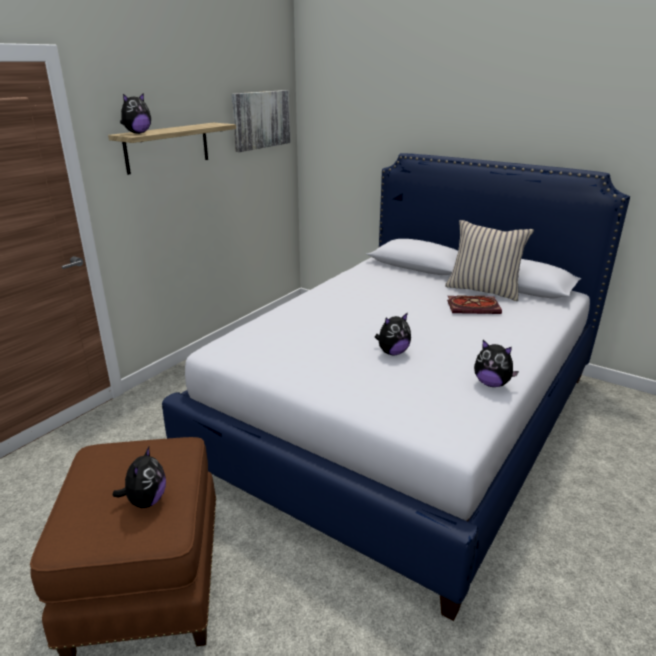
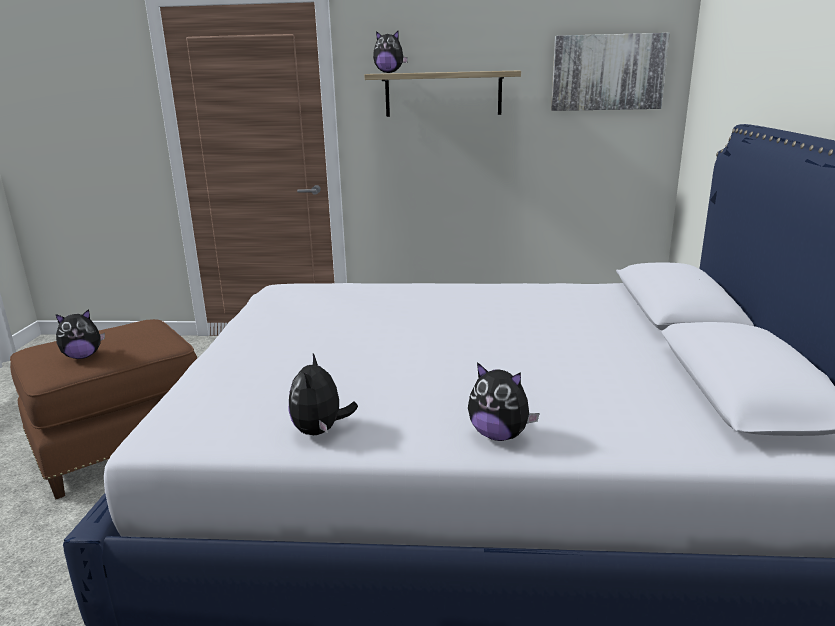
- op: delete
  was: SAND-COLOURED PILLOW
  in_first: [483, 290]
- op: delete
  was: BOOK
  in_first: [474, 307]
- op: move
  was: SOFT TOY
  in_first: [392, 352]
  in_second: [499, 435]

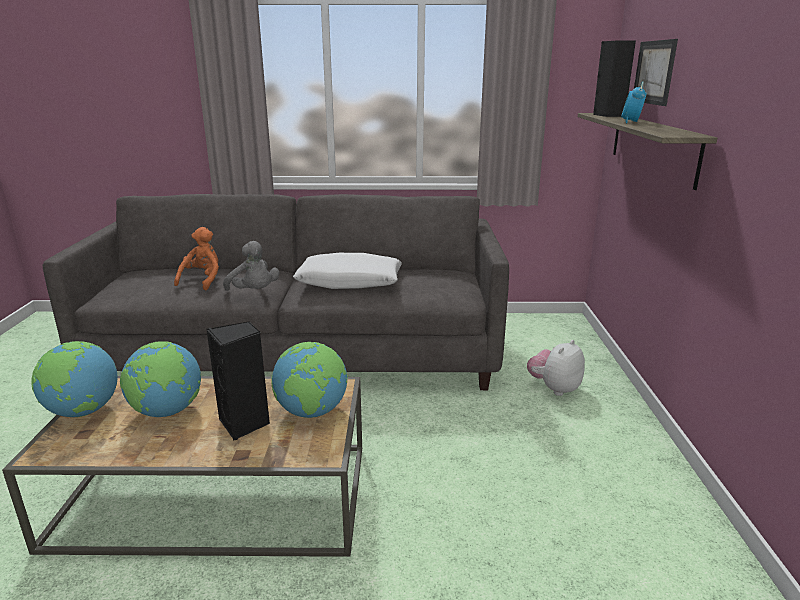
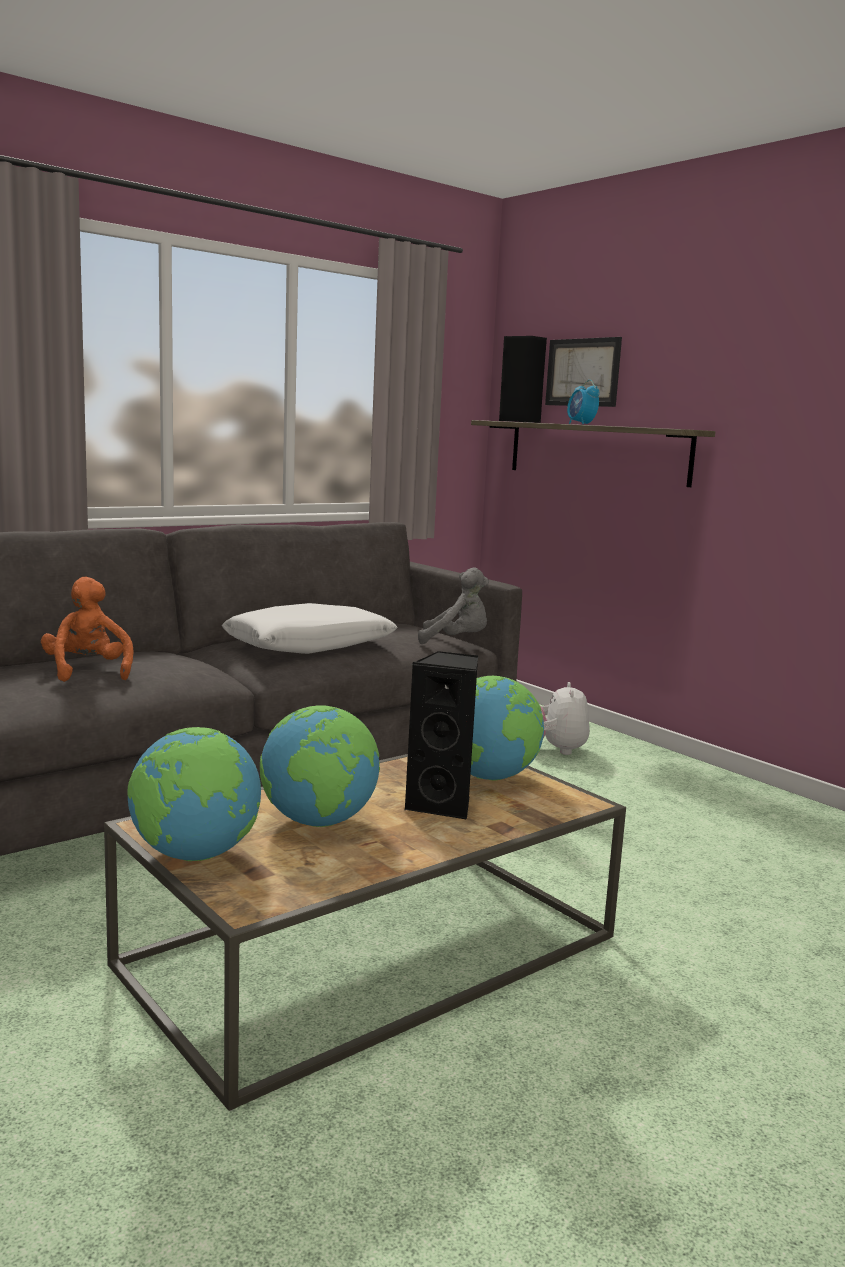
- op: move
  was: GREY SOFT TOY
  in_first: [254, 292]
  in_second: [456, 641]

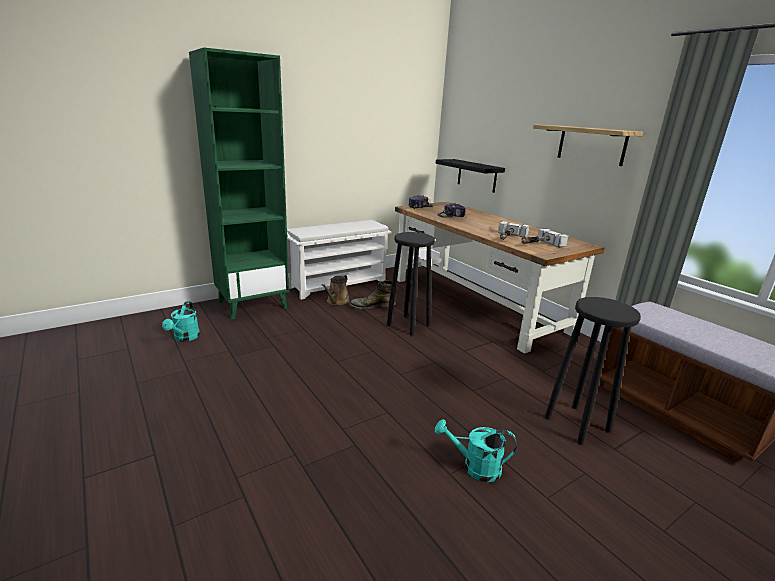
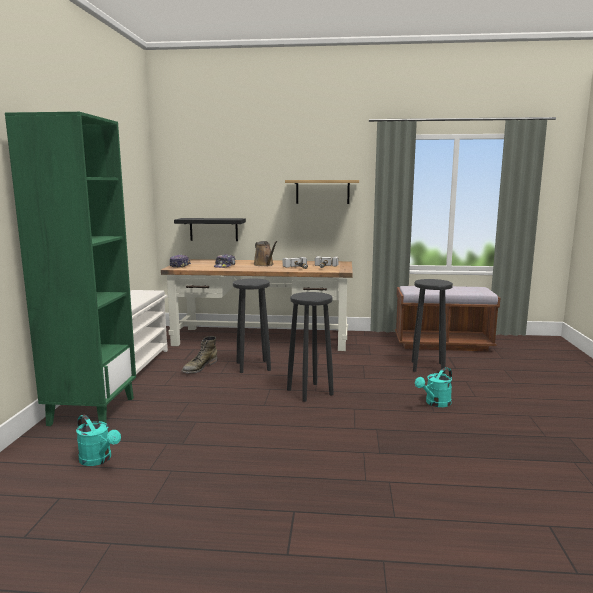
- op: insert
  now: BLACK STOOL SEAT
  in_second: [310, 392]
- op: move
  was: BROWN-COLOURED SPRINKLING CAN
  in_first: [337, 301]
  in_second: [264, 265]

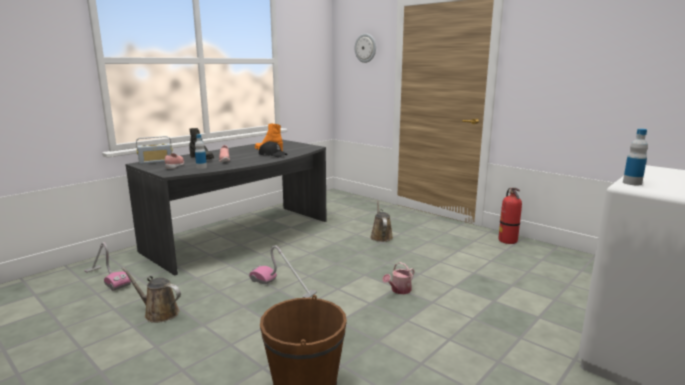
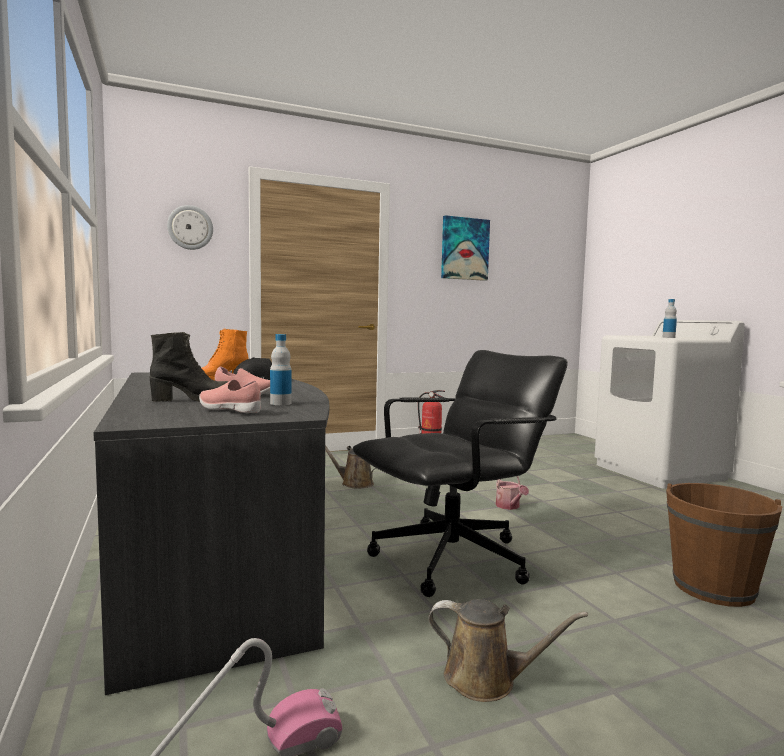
- op: delete
  was: RADIO
  in_first: [156, 162]
- op: insert
  now: WALL PICTURE
  in_second: [464, 249]
- op: replace
  was: HOOVER
  now: BLACK OFFICE CHAIR
  in_first: [282, 286]
  in_second: [453, 560]
- op: rotate
  was: BROWN-COLOURED SPRINKLING CAN
  in_first: [159, 313]
  in_second: [487, 679]
  clockwise: -120

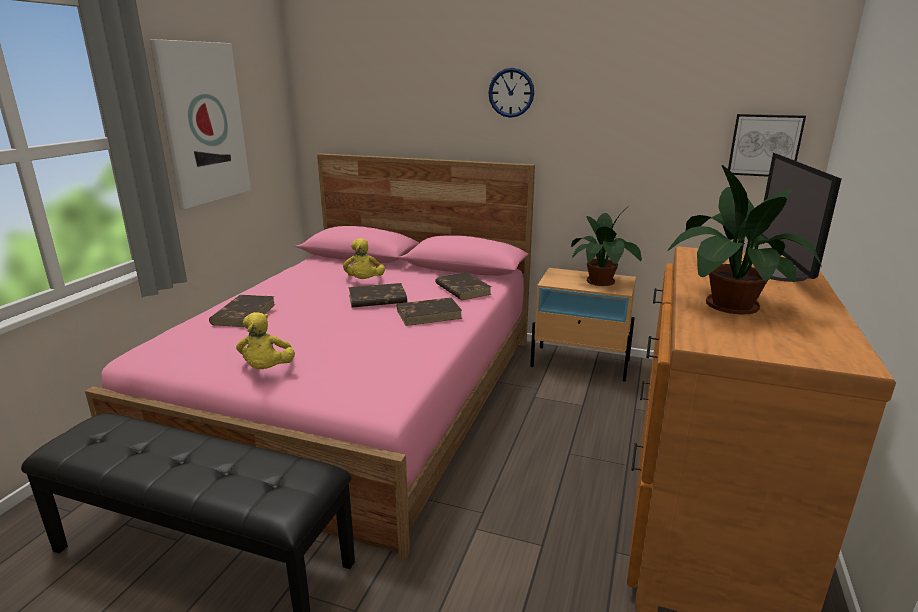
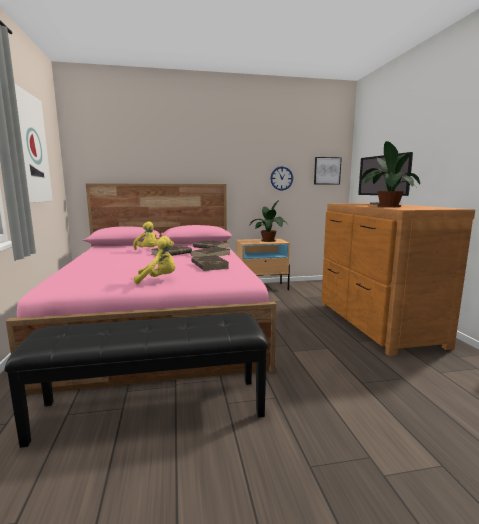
- op: move
  was: BROWN-COLOURED BOOK
  in_first: [244, 314]
  in_second: [209, 265]
- op: move
  was: CLOCK ON THE WALL
  in_first: [511, 92]
  in_second: [281, 178]
- op: rotate
  was: YELLOW SOFT TOY
  in_first: [267, 370]
  in_second: [158, 279]
  clockwise: -60

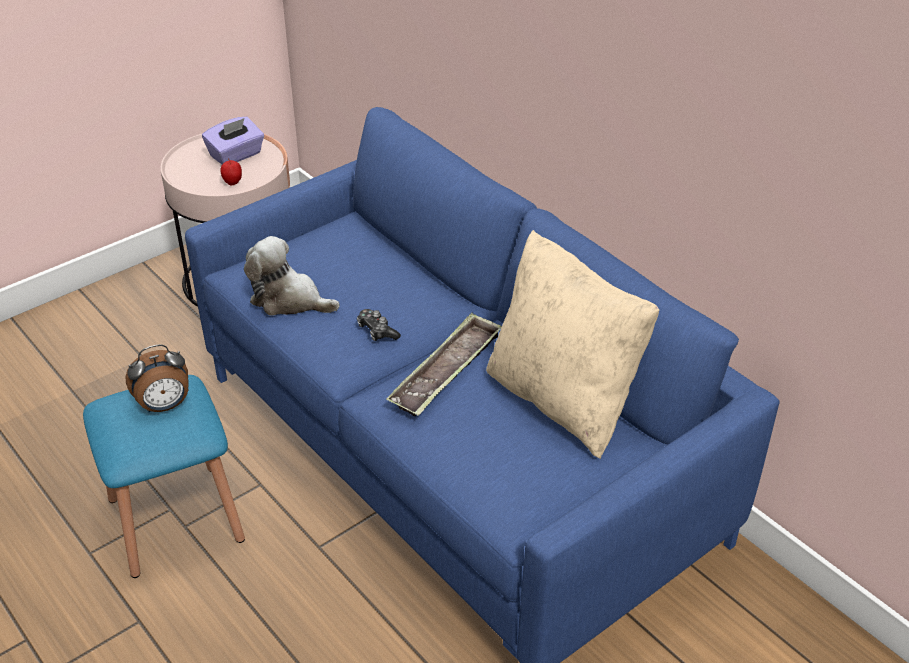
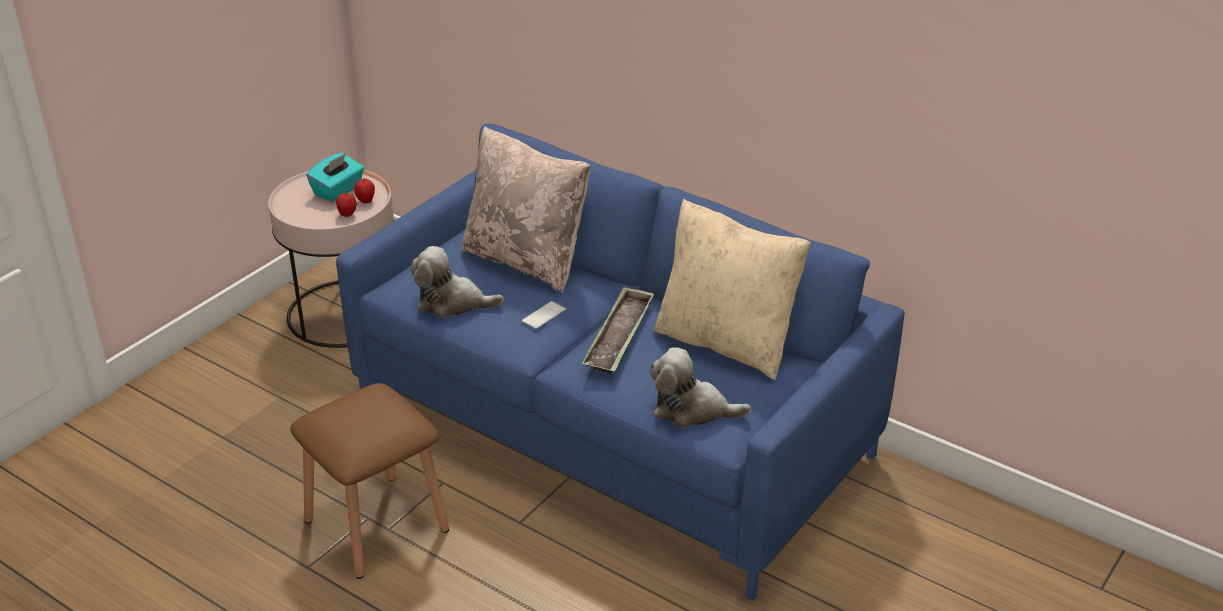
- op: delete
  was: BEDSIDE CLOCK
  in_first: [164, 406]
- op: insert
  now: WHOLE APPLE
  in_second: [365, 201]
- op: insert
  now: SAND-COLOURED PILLOW
  in_second: [526, 260]
- op: insert
  now: SOFT TOY
  in_second: [692, 410]
- op: replace
  was: GAMEPAD
  now: HANDSET
  in_first: [377, 331]
  in_second: [544, 315]
- op: recolor
  was: BLUE-COLOURED STOOL SEAT
  now: BROWN-COLOURED STOOL SEAT
  in_first: [175, 519]
  in_second: [376, 525]
- op: recolor
  was: PURPLISH TISSUE HOLDER
  now: TURQUOISE-COLOURED TISSUE HOLDER
  in_first: [236, 155]
  in_second: [338, 190]

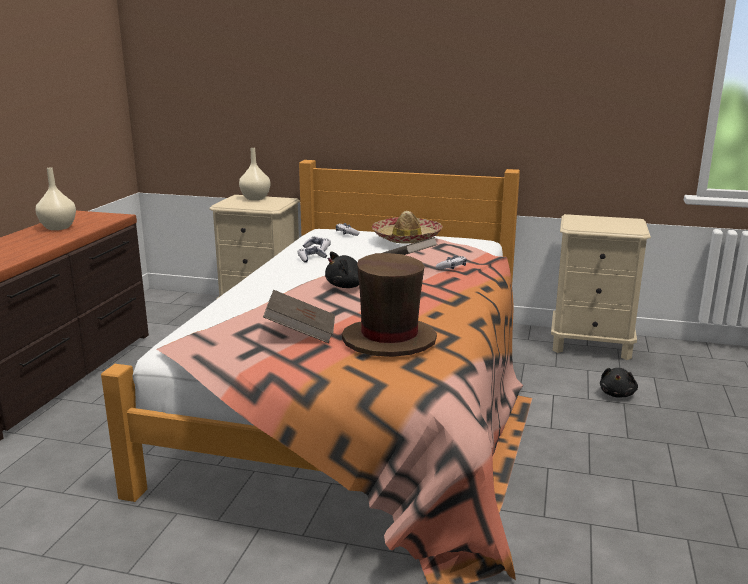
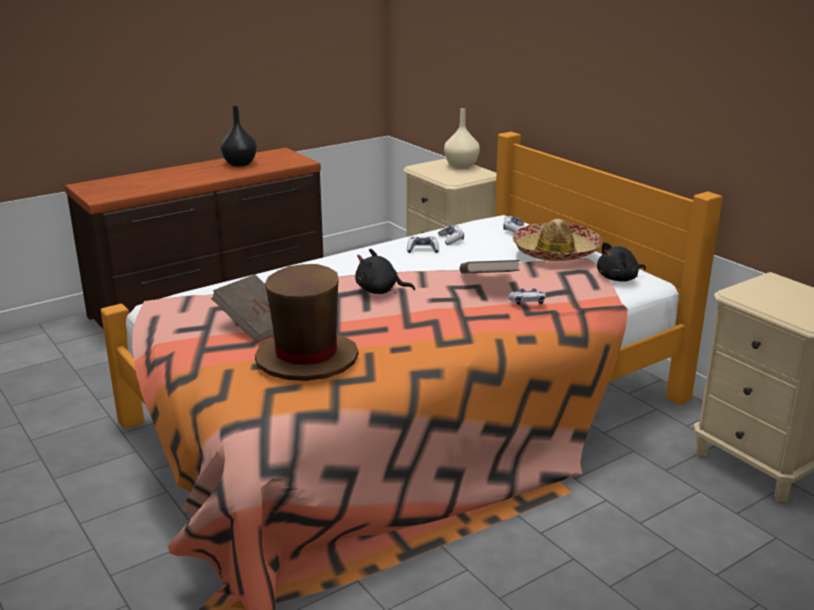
- op: move
  was: BLACK SOFT TOY
  in_first: [617, 394]
  in_second: [619, 278]
- op: recolor
  was: SAND-COLOURED FLOWER VASE
  now: BLACK FLOWER VASE
  in_first: [57, 228]
  in_second: [239, 164]

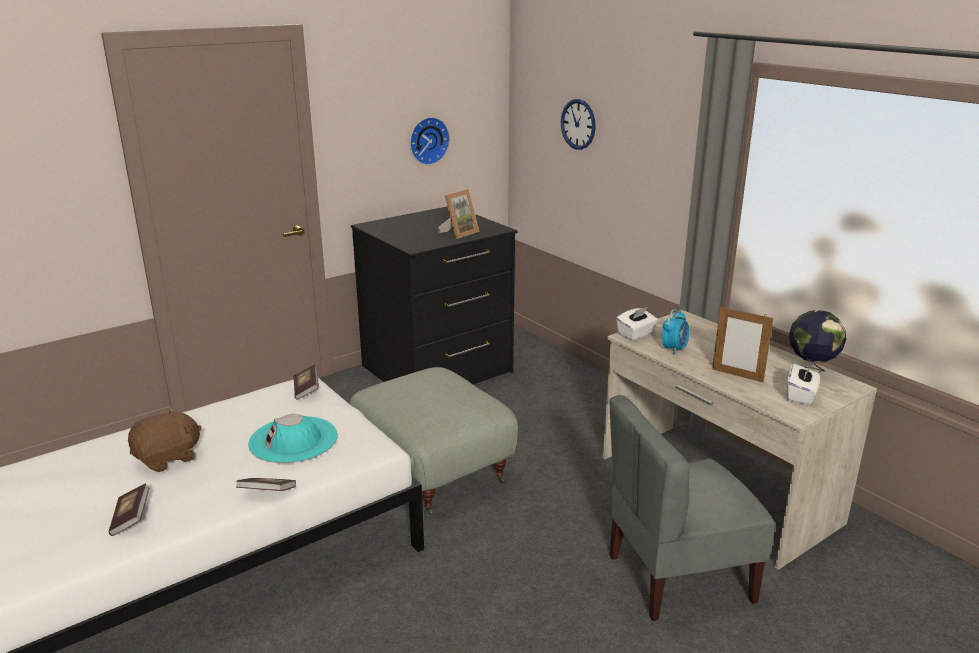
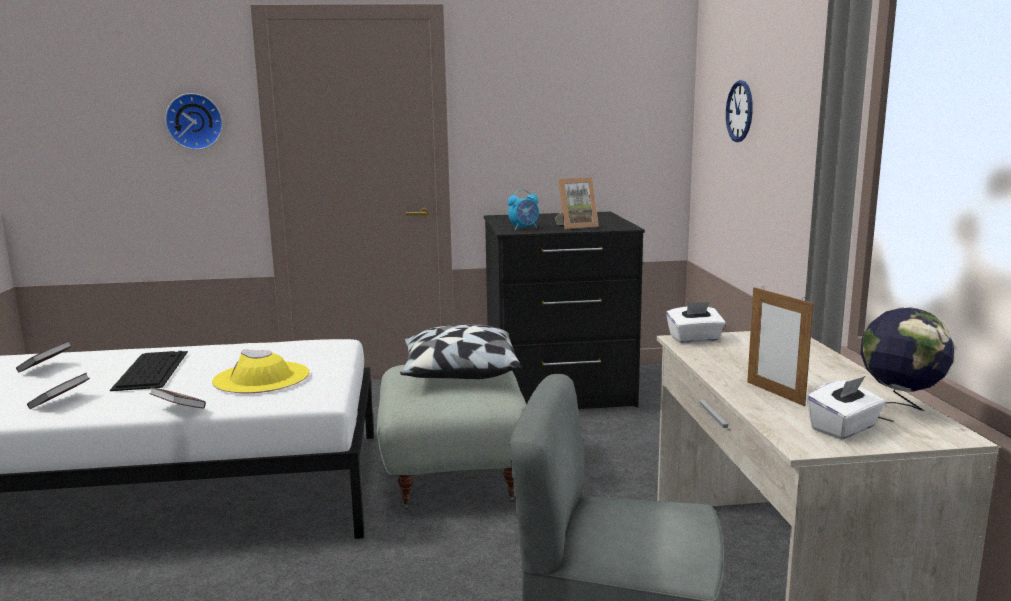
- op: insert
  now: PILLOW
  in_second: [459, 373]
- op: move
  was: BOOK
  in_first: [306, 389]
  in_second: [46, 366]
- op: move
  was: CLOCK ON THE WALL
  in_first: [427, 140]
  in_second: [195, 121]
- op: move
  was: BEDSIDE CLOCK
  in_first: [674, 349]
  in_second: [524, 228]
- op: replace
  was: BROWN-COLOURED SOFT TOY
  now: KEYBOARD
  in_first: [168, 458]
  in_second: [151, 370]
- op: recolor
  was: TURQUOISE-COLOURED WEARABLE HAT
  now: YELLOW WEARABLE HAT
  in_first: [293, 440]
  in_second: [261, 378]

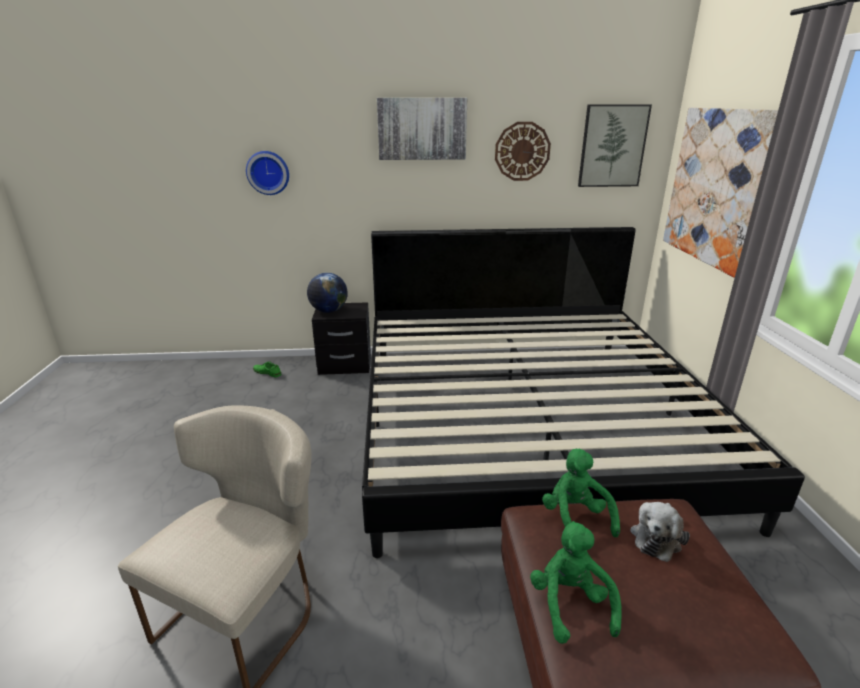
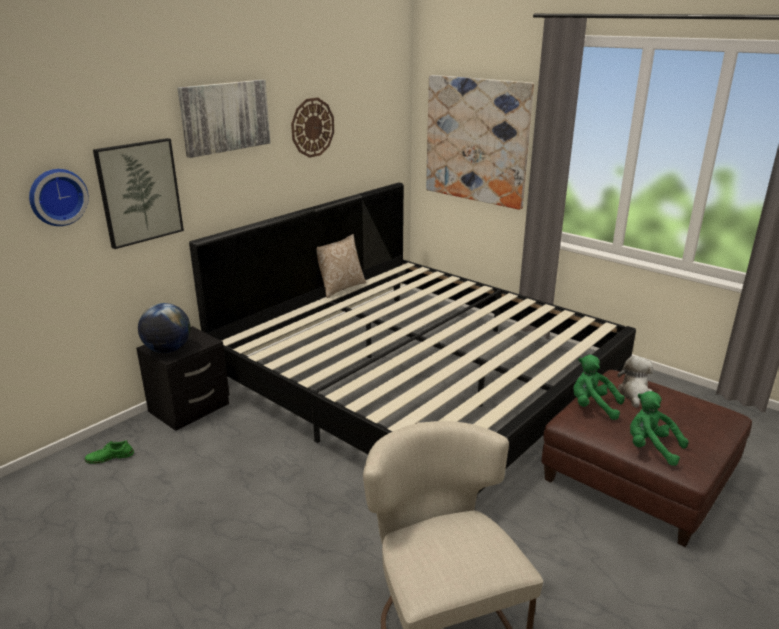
- op: insert
  now: PILLOW
  in_second: [340, 288]
- op: move
  was: WALL PICTURE
  in_first: [612, 146]
  in_second: [139, 192]
- op: rotate
  was: SOFT TOY
  in_first: [656, 537]
  in_second: [634, 393]
  clockwise: -150

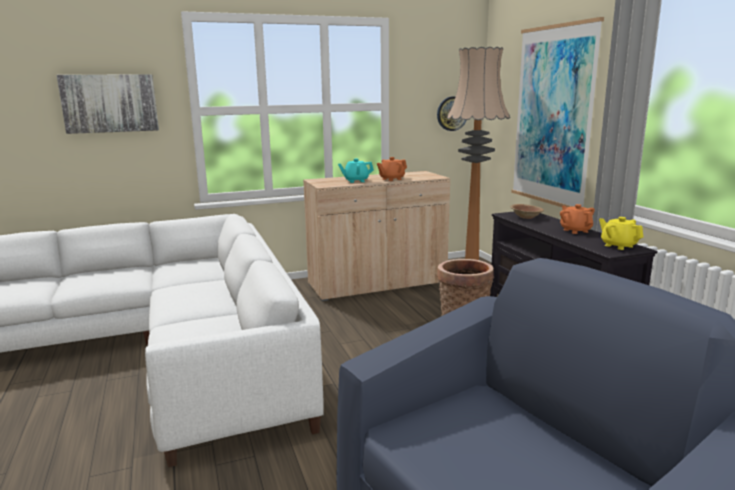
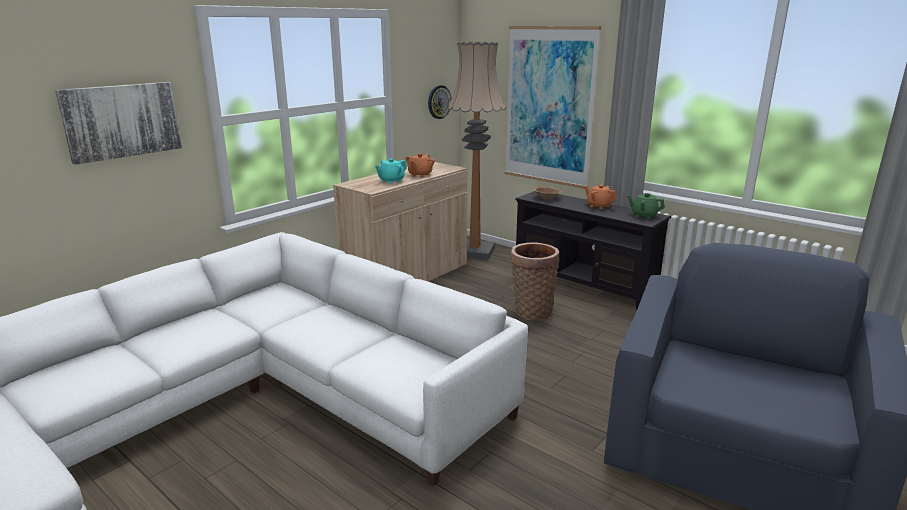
- op: recolor
  was: YELLOW TEA POT
  now: GREEN TEA POT
  in_first: [618, 246]
  in_second: [644, 215]

